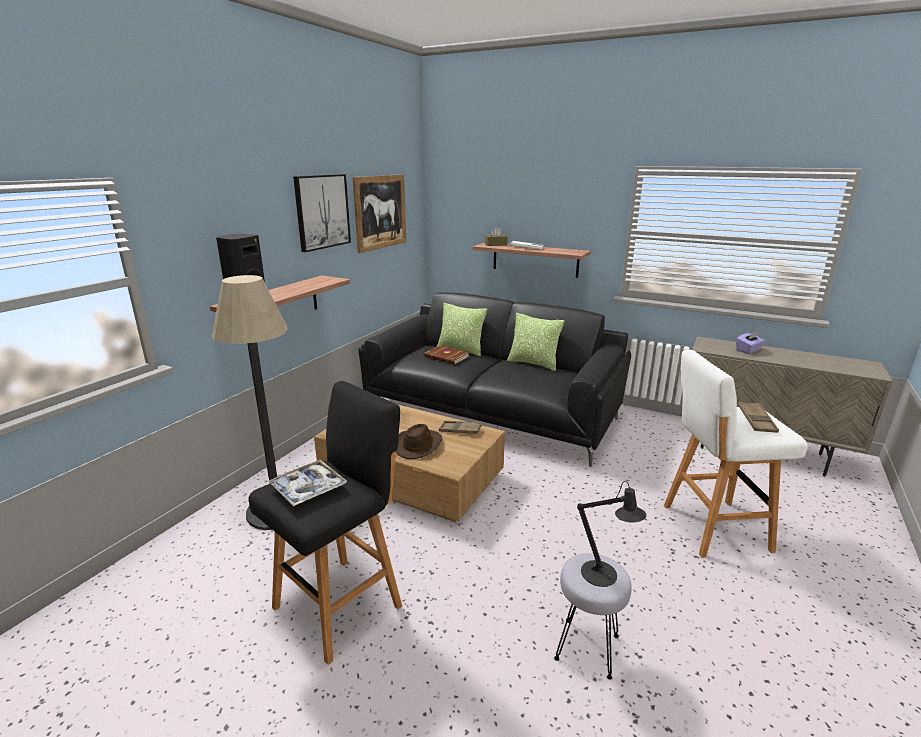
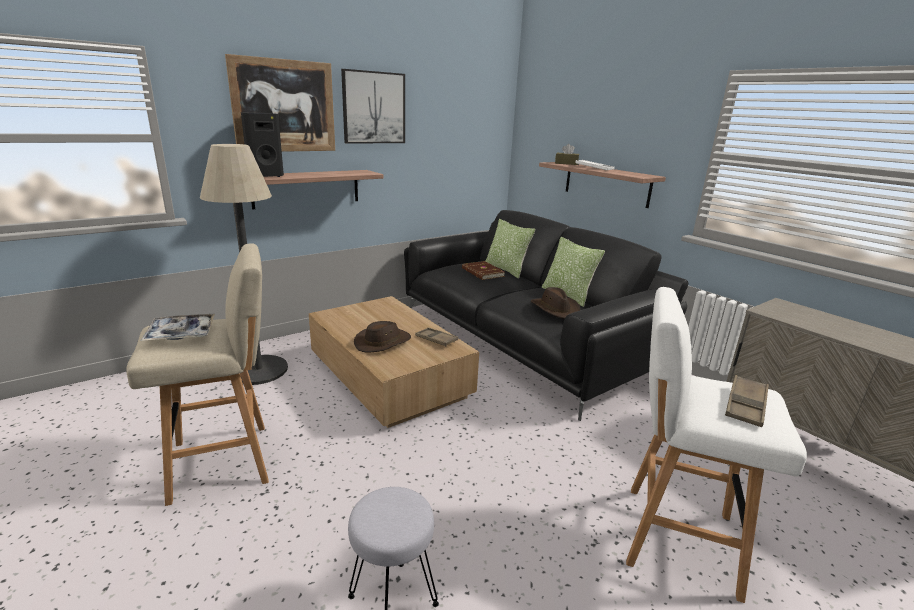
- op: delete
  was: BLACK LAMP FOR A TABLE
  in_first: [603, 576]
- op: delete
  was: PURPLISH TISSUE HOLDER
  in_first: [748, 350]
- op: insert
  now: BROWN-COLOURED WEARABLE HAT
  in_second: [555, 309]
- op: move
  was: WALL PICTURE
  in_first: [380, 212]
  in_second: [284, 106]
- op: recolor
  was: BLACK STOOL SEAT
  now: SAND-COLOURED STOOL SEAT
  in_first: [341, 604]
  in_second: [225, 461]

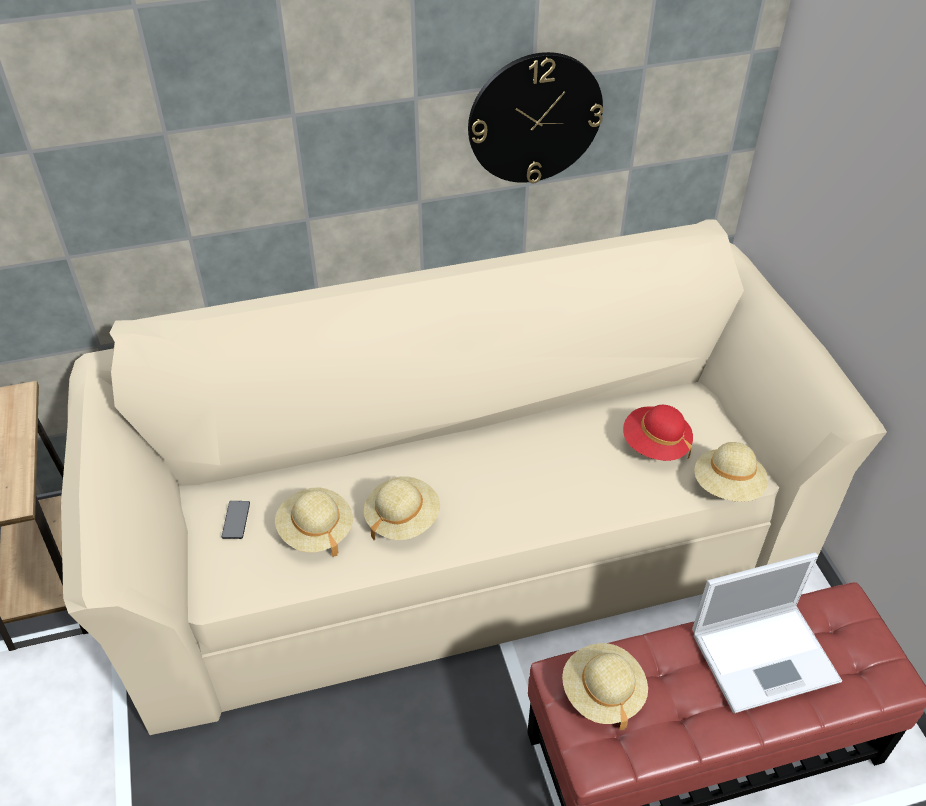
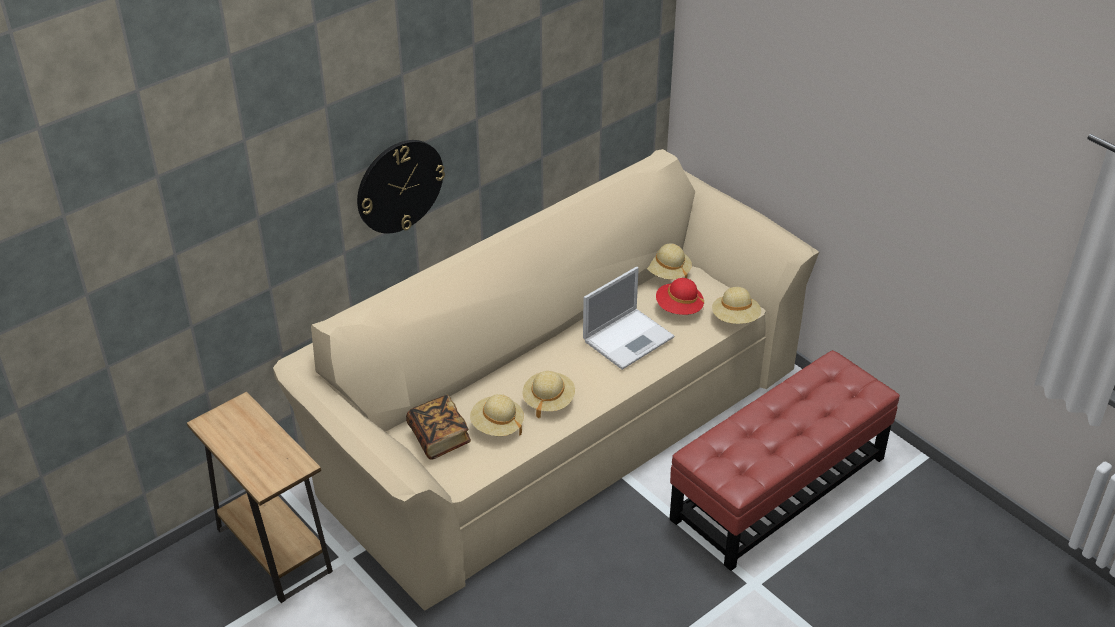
- op: move
  was: CLOCK ON THE WALL
  in_first: [534, 118]
  in_second: [399, 186]
- op: move
  was: SAND-COLOURED WEARABLE HAT
  in_first: [602, 693]
  in_second: [667, 272]
- op: move
  was: LAPTOP
  in_first: [766, 655]
  in_second: [629, 338]
- op: replace
  was: HANDSET
  now: BOOK
  in_first: [236, 520]
  in_second: [439, 437]

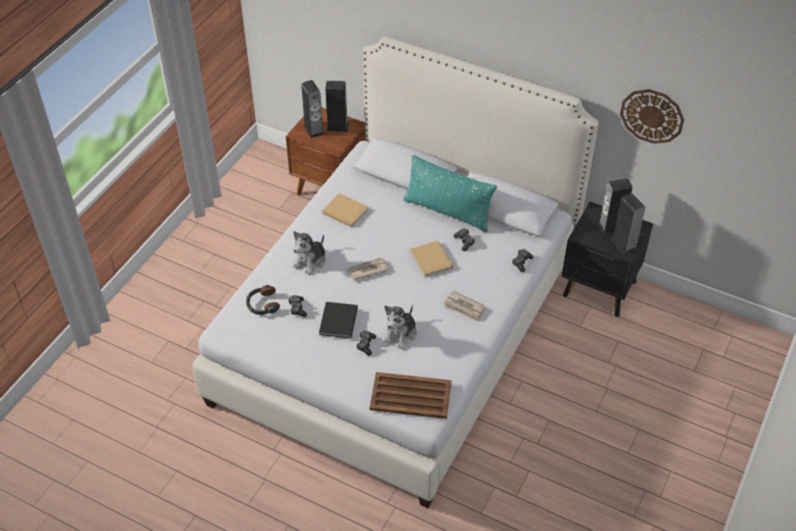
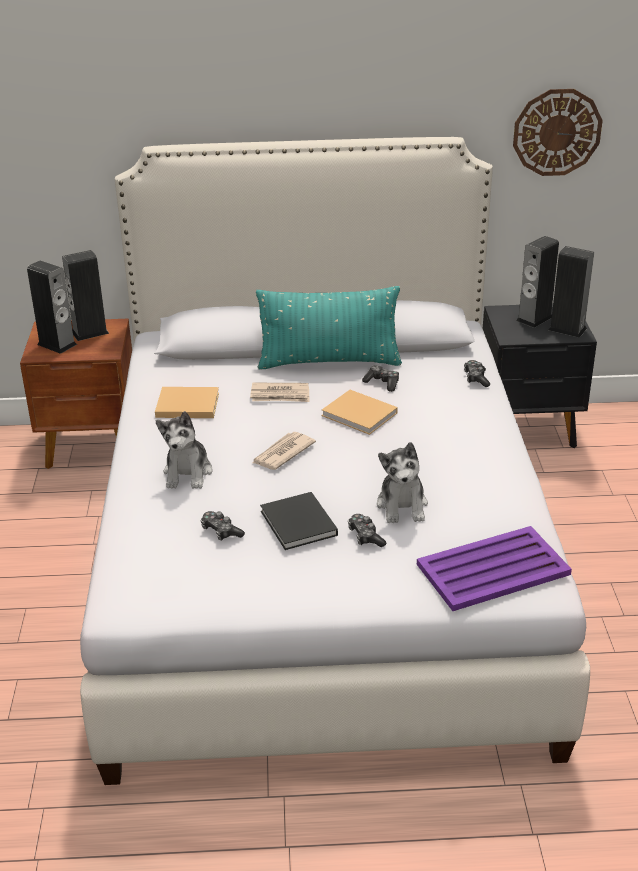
- op: delete
  was: PAIR OF HEADPHONES
  in_first: [262, 304]
- op: move
  was: DAILY PAPER
  in_first: [464, 307]
  in_second: [280, 395]
- op: recolor
  was: BROWN-COLOURED CARRYING TRAY
  now: PURPLISH CARRYING TRAY
  in_first: [411, 396]
  in_second: [494, 569]

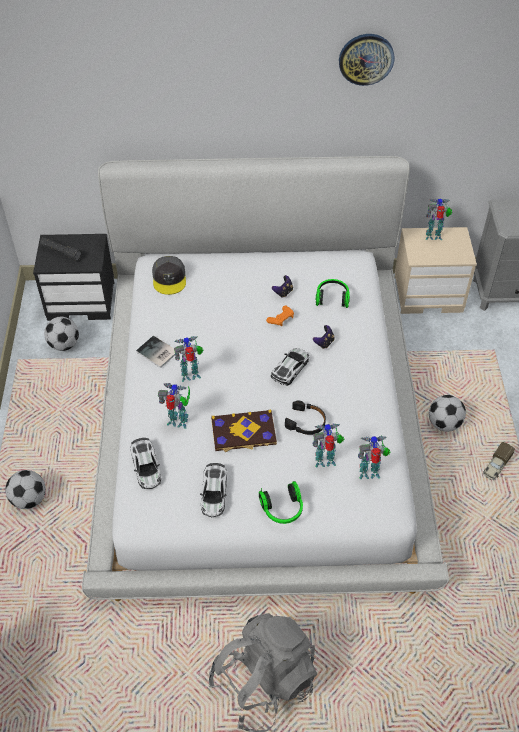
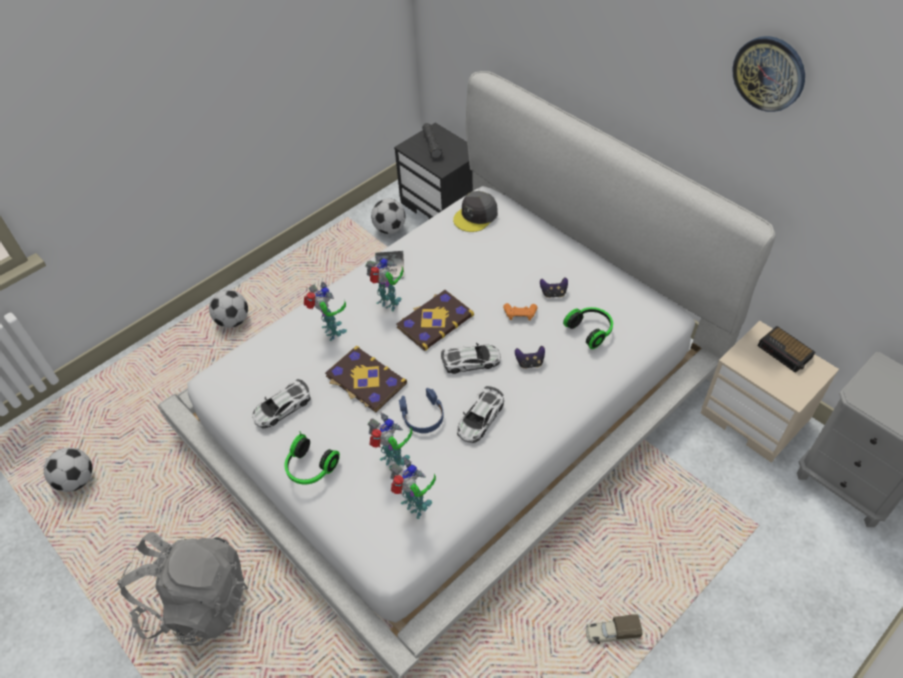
- op: insert
  now: BOOK
  in_second: [434, 321]
- op: move
  was: TOY CAR
  in_first: [146, 467]
  in_second: [480, 418]
- op: move
  was: FOOTBALL
  in_first: [444, 423]
  in_second: [77, 480]
- op: replace
  was: ROBOT FIGURE
  now: BEDSIDE CLOCK
  in_first: [434, 236]
  in_second: [785, 352]
- op: recolor
  was: BLACK PAIR OF HEADPHONES
  now: BLUE-COLOURED PAIR OF HEADPHONES
  in_first: [306, 422]
  in_second: [423, 416]

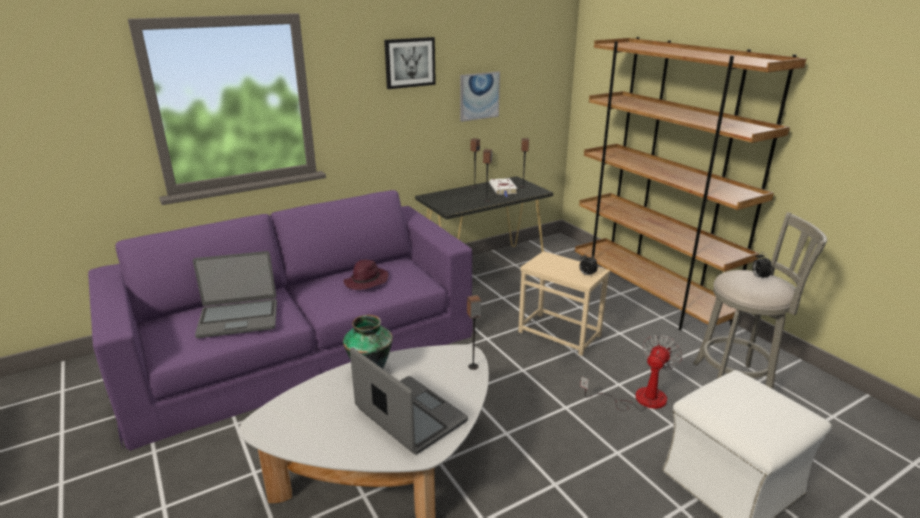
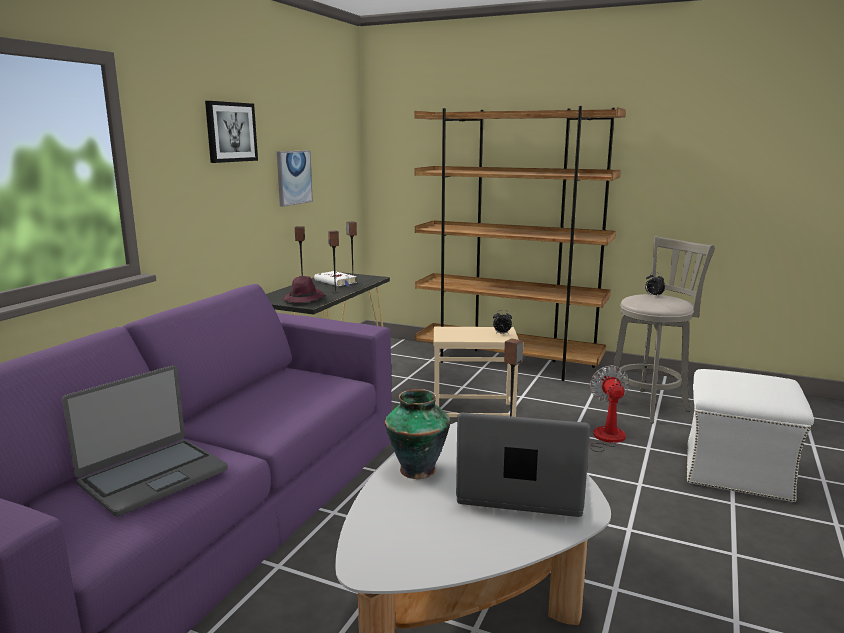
- op: move
  was: PURPLISH WEARABLE HAT
  in_first: [366, 282]
  in_second: [304, 299]

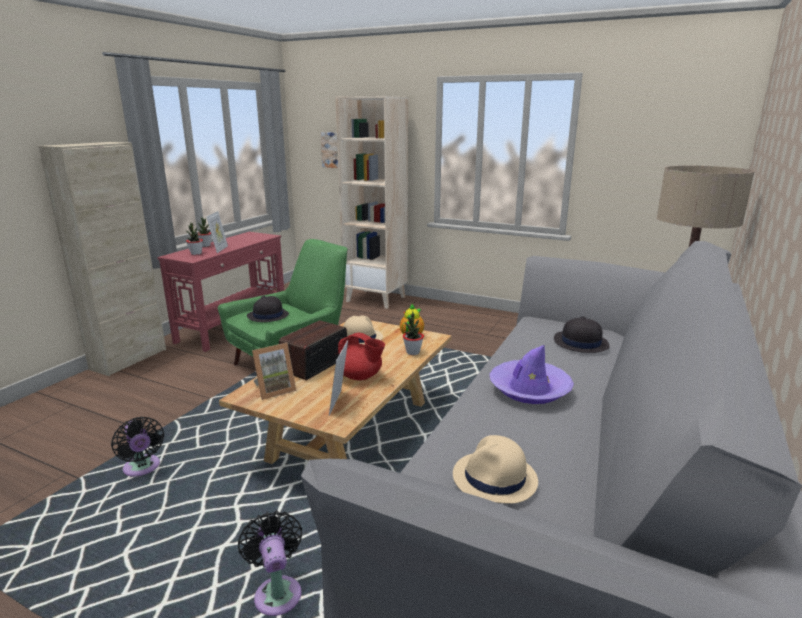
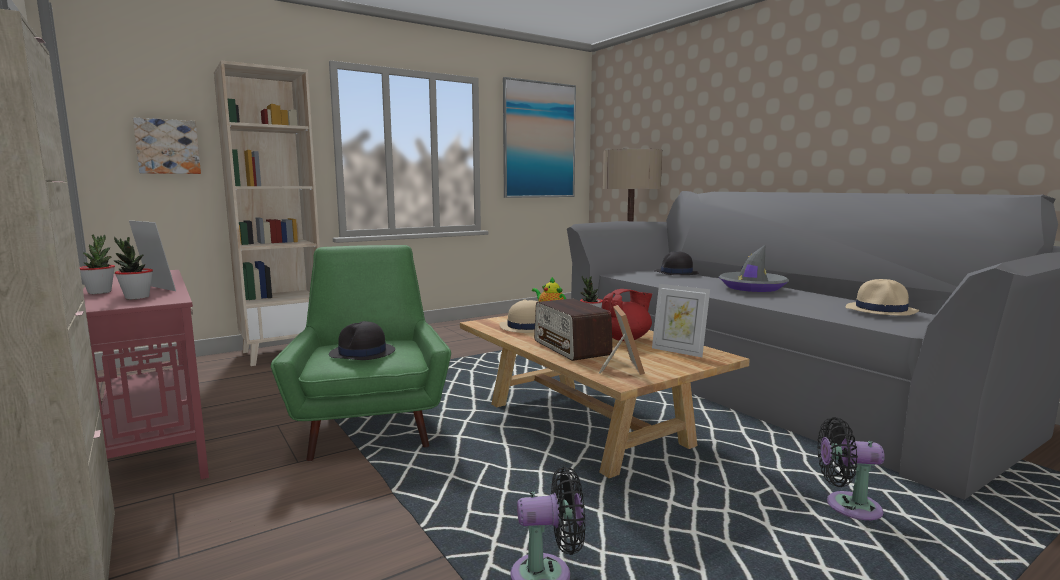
- op: insert
  now: WALL PICTURE
  in_second: [539, 140]
- op: recolor
  was: PURPLISH WEARABLE HAT
  now: GREY WEARABLE HAT
  in_first: [529, 389]
  in_second: [752, 287]

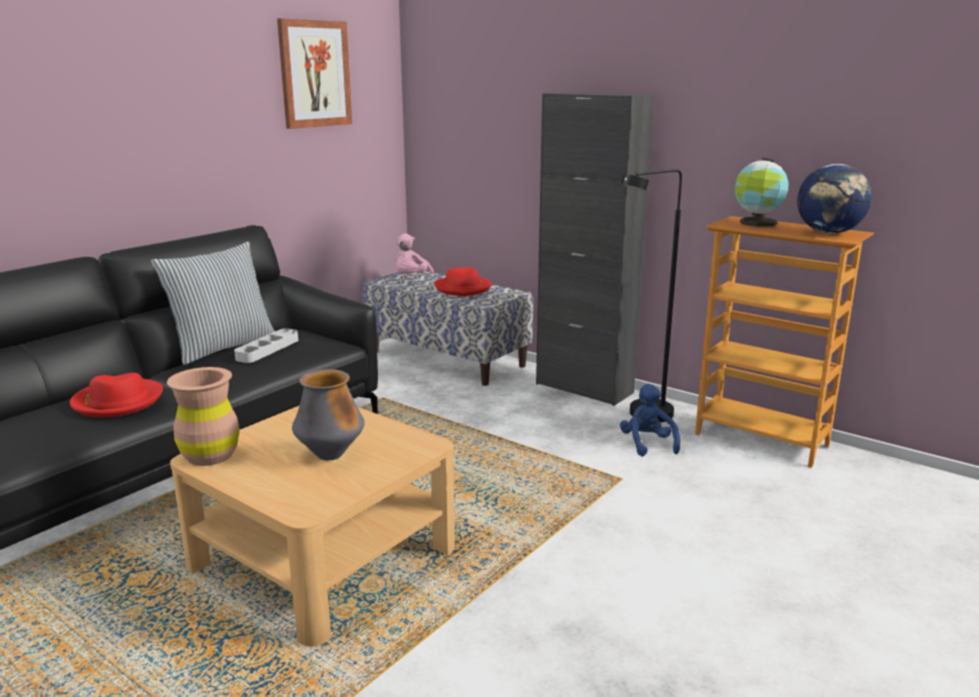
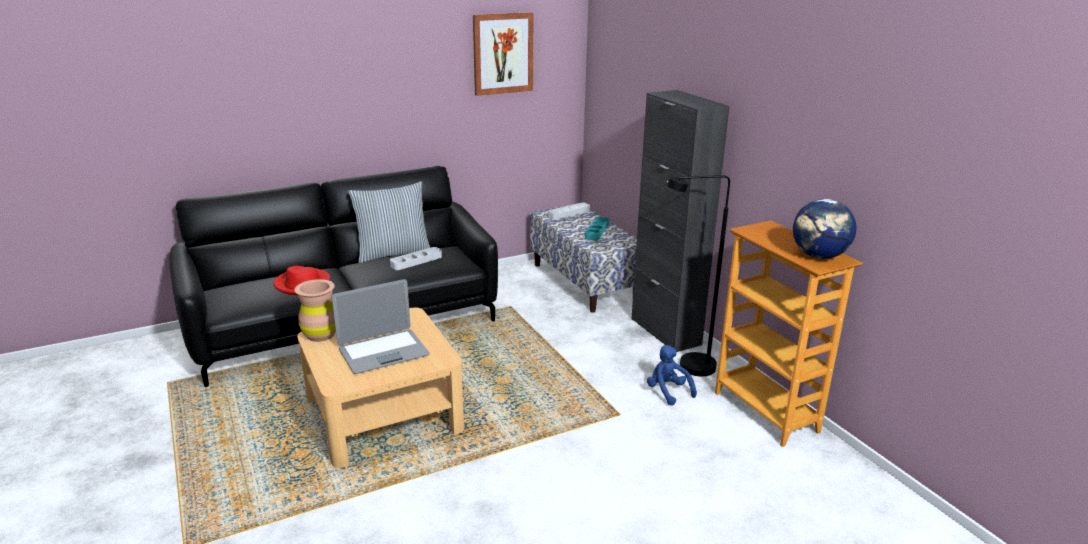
- op: delete
  was: DESK GLOBE
  in_first: [757, 223]
- op: replace
  was: FLOWER VASE
  now: LAPTOP
  in_first: [330, 455]
  in_second: [383, 352]
- op: replace
  was: PINK SOFT TOY
  now: GREY CARRYING TRAY
  in_first: [411, 278]
  in_second: [569, 213]
- op: replace
  was: RED WEARABLE HAT
  now: TURQUOISE-COLOURED CARRYING TRAY
  in_first: [463, 288]
  in_second: [597, 231]
- op: rotate
  was: BLUE-COLOURED SOFT TOY
  in_first: [647, 444]
  in_second: [668, 392]
  clockwise: -45

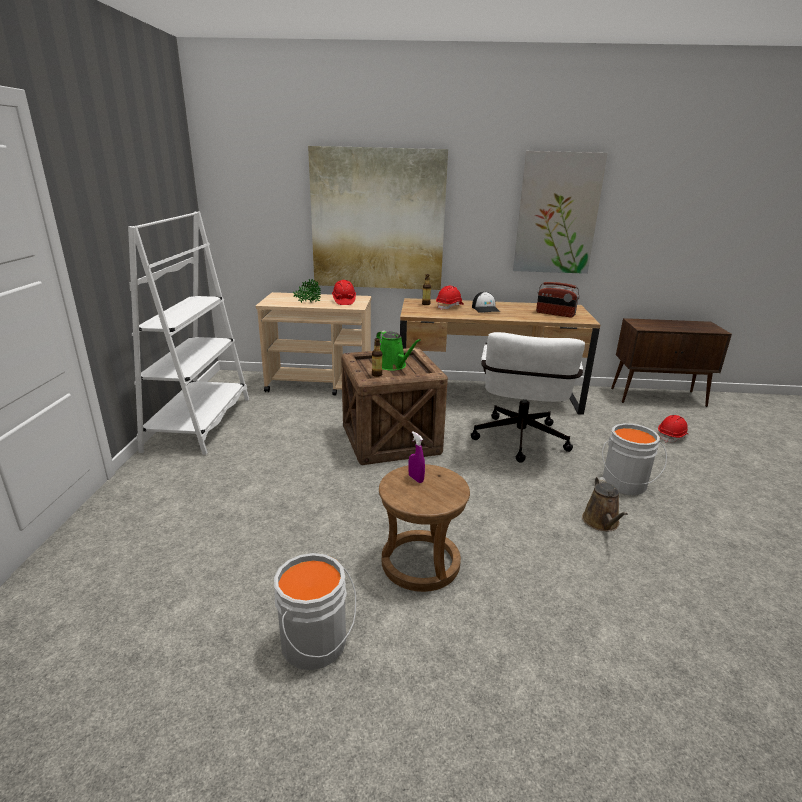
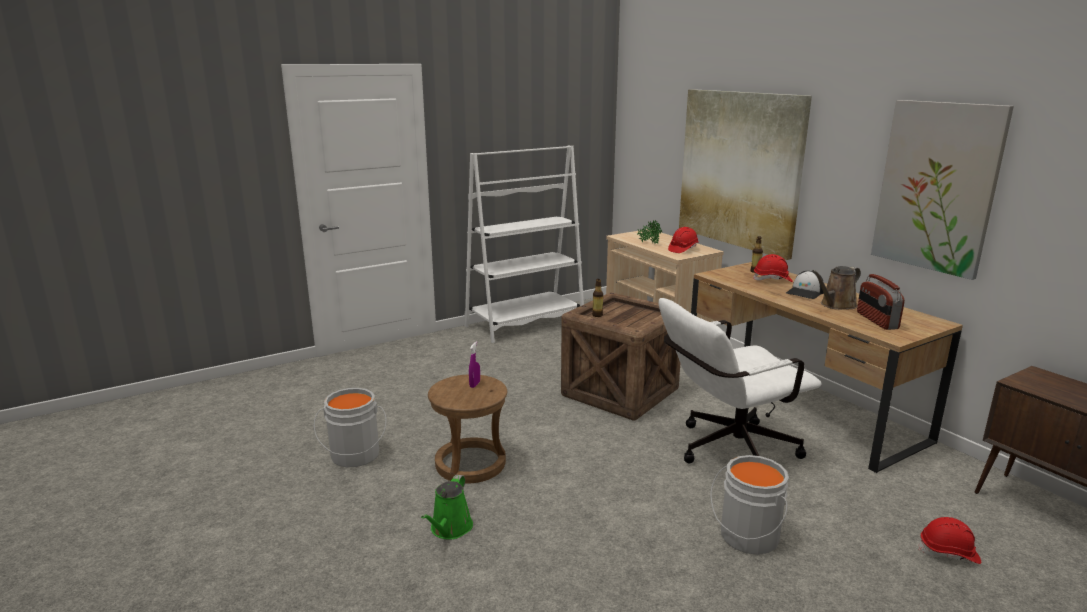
- op: move
  was: GREEN SPRINKLING CAN
  in_first: [393, 366]
  in_second: [450, 529]
- op: move
  was: BROWN-COLOURED SPRINKLING CAN
  in_first: [601, 523]
  in_second: [836, 305]

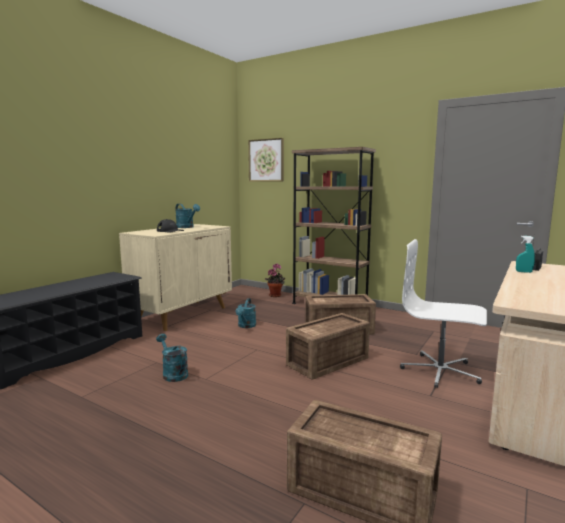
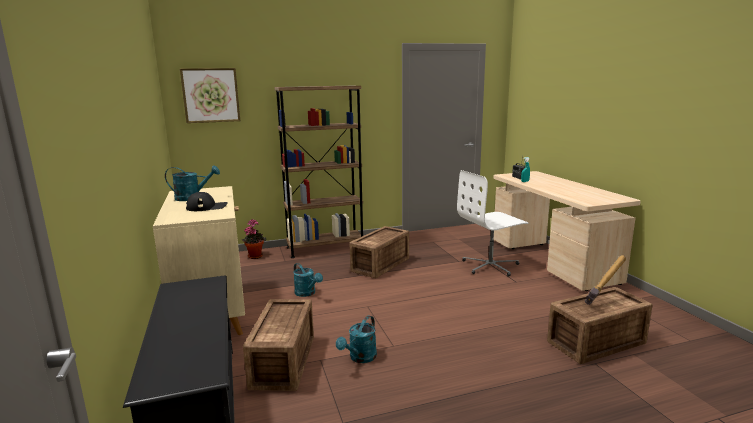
- op: insert
  now: HAND HAMMER
  in_second: [604, 302]
- op: move
  was: SHIPPING CRATE
  in_first: [329, 362]
  in_second: [285, 360]
- op: rotate
  was: TURQUOISE-COLOURED SPRINKLING CAN
  in_first: [173, 373]
  in_second: [360, 358]
  clockwise: -60

